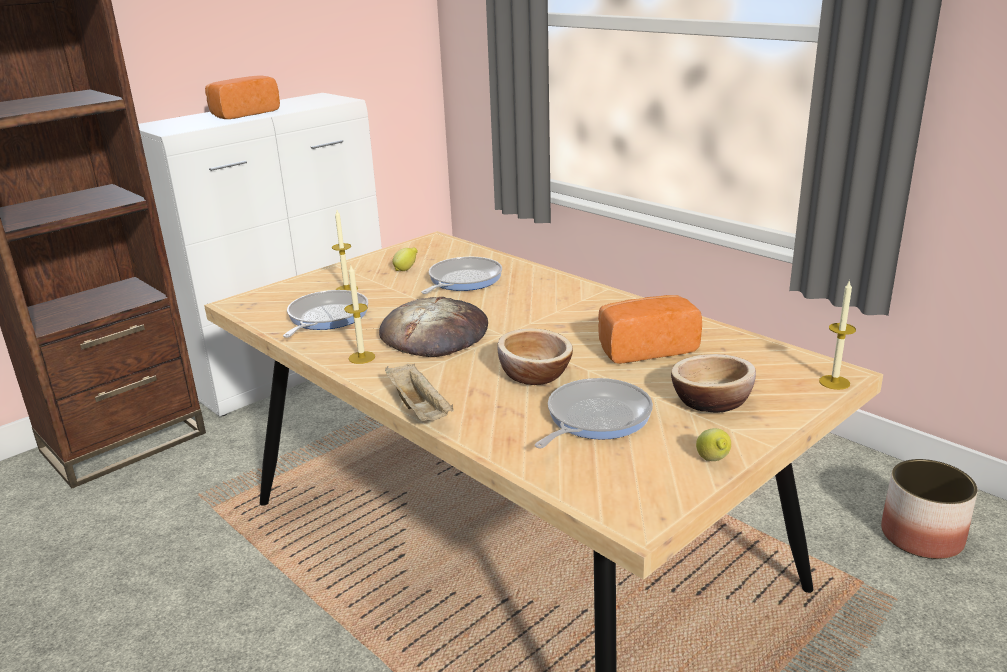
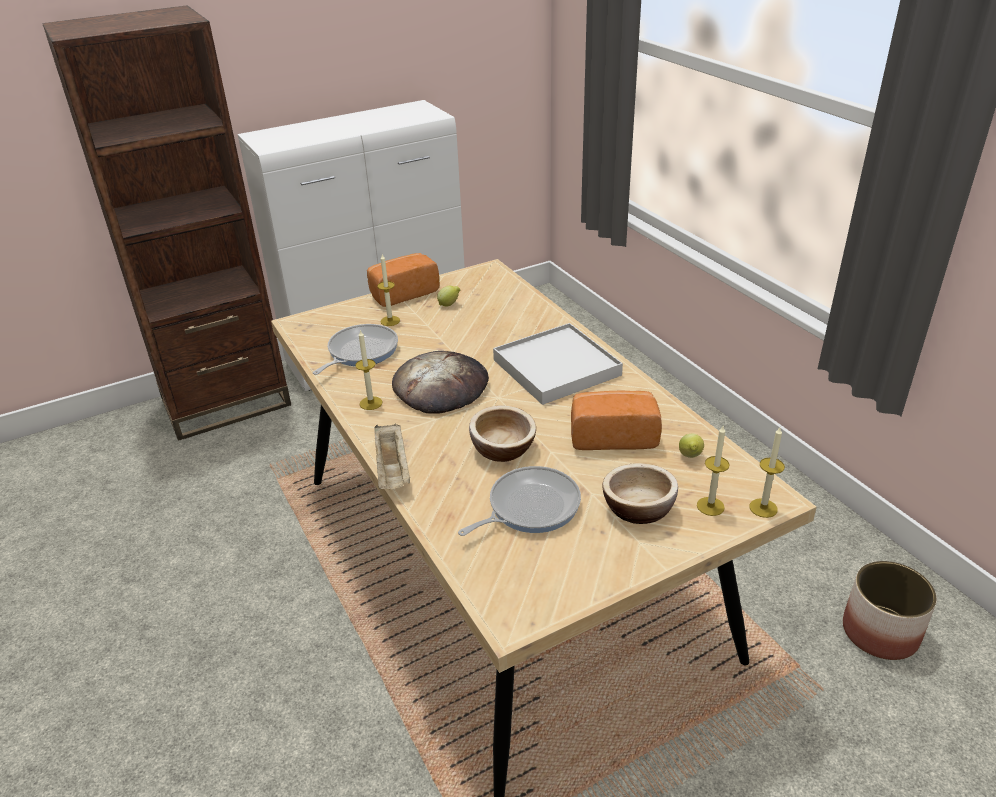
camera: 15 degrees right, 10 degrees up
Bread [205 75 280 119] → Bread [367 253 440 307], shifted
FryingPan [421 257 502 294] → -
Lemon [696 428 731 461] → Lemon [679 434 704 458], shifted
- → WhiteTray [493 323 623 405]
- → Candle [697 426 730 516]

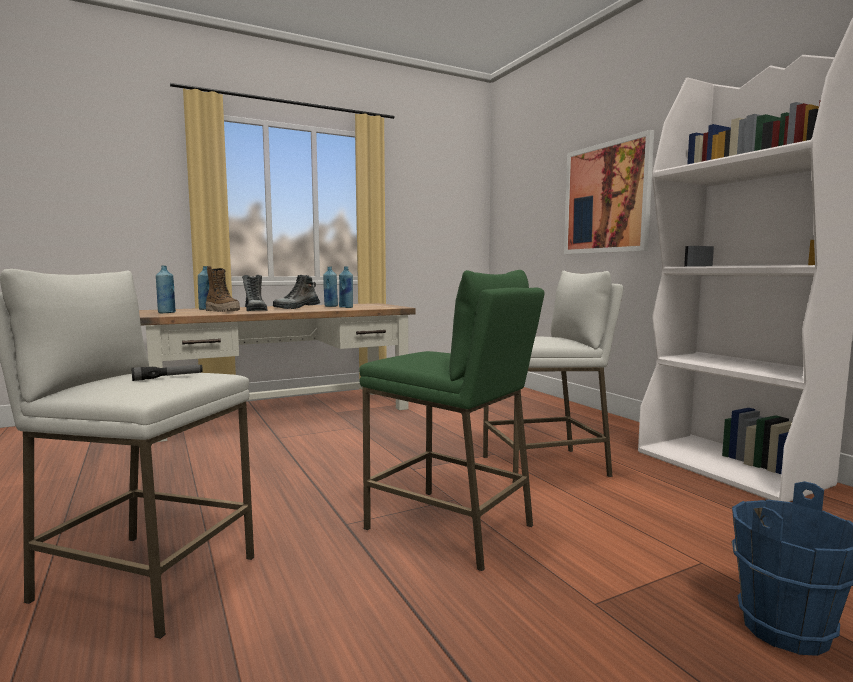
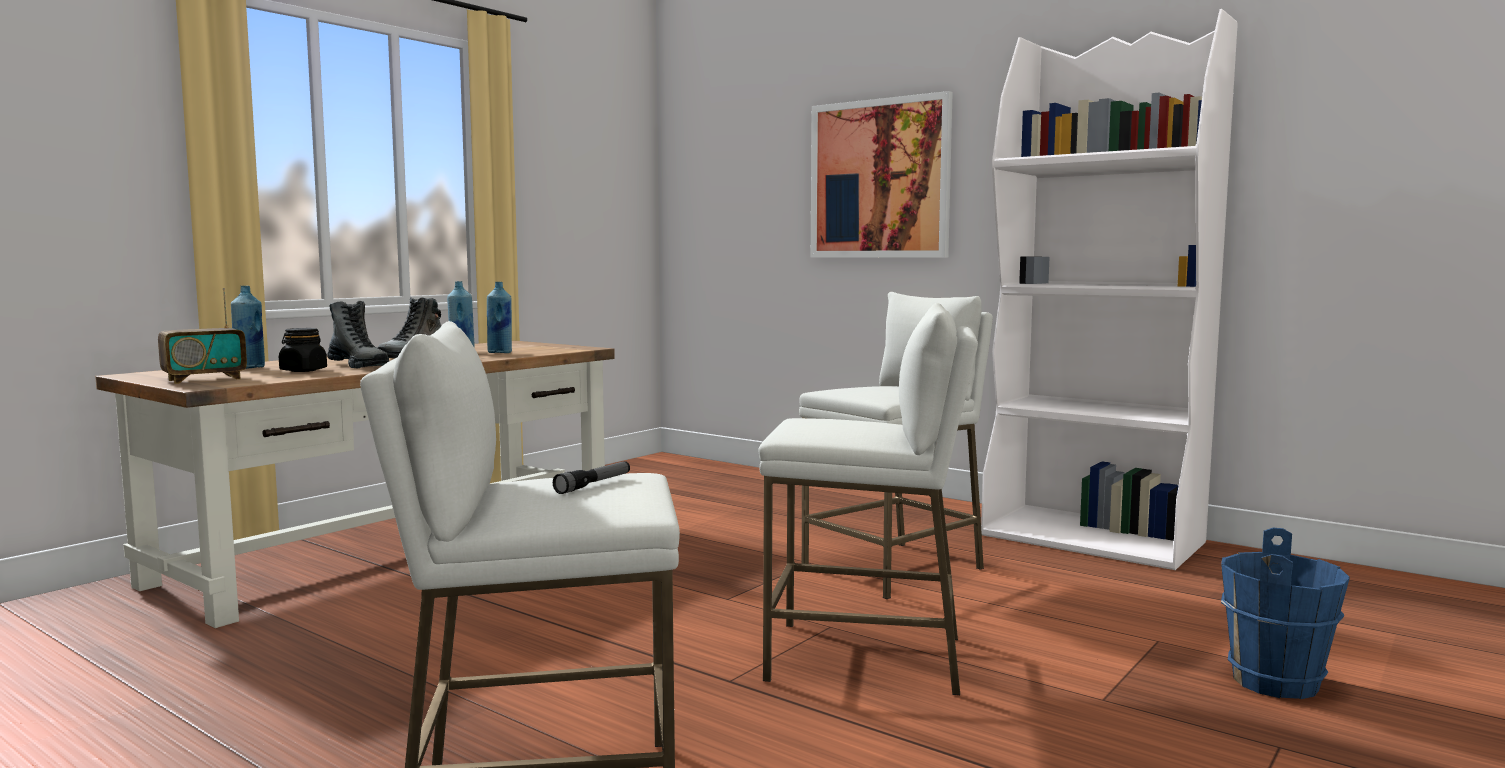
camera: 25 degrees left, 0 degrees up
BlueBottle [156 266 176 313] → Radio [158 288 247 384]
Boot [206 266 240 312] → BlackJar [279 328 327 372]
GreenStool [359 270 544 571] → WhiteStool [759 303 978 695]

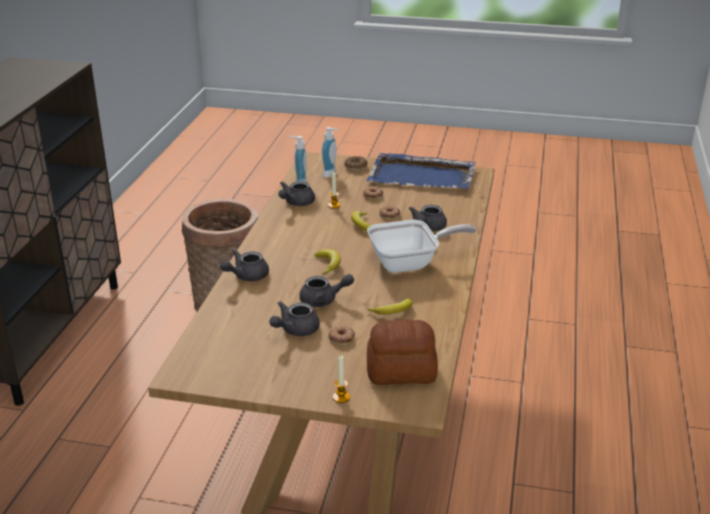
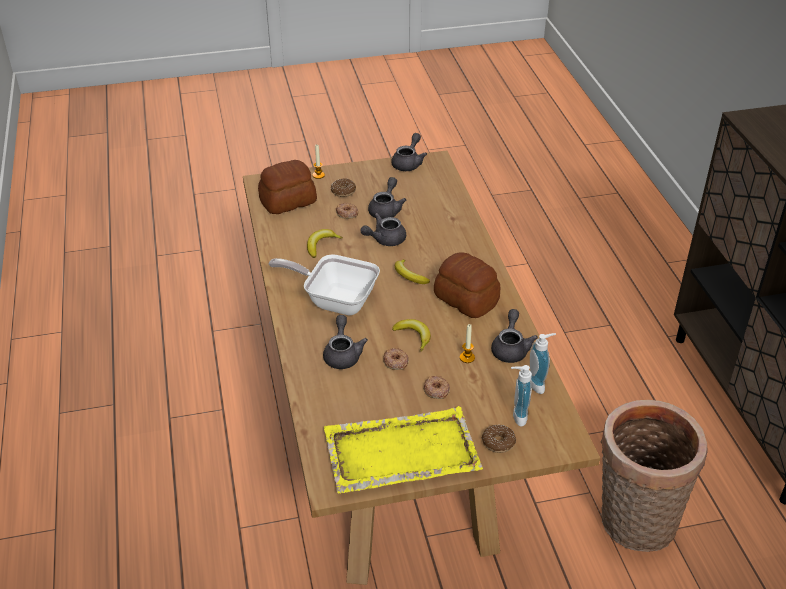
camera: 155 degrees right, 10 degrees up
GreyTeapot [220 249 269 282] → GreyTeapot [391 133 427 171], shifted
BlueTray [366 153 476 189] → YellowTray [324 406 483 494]
FryingPan [367 220 477 273] → FryingPan [269 254 380 315], 60 degrees clockwise
- → Donut [331 178 356 197]
- → Bread [434 252 500 318]

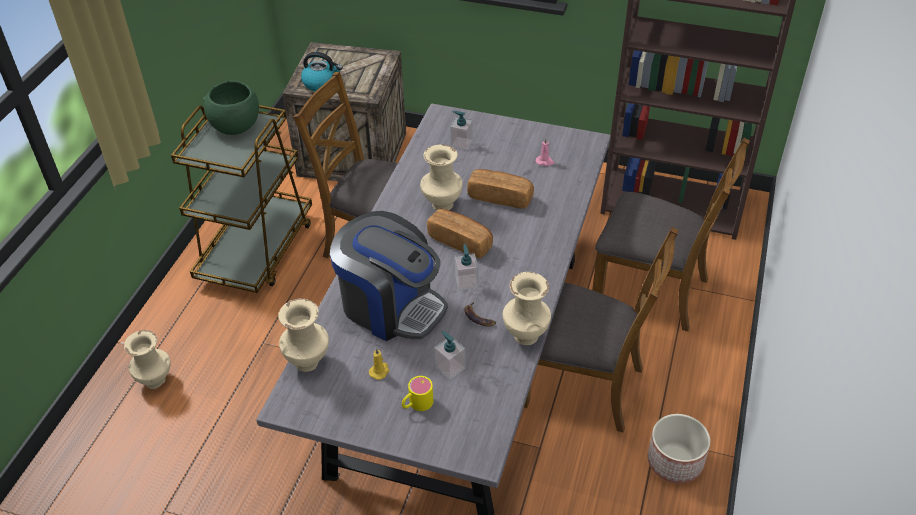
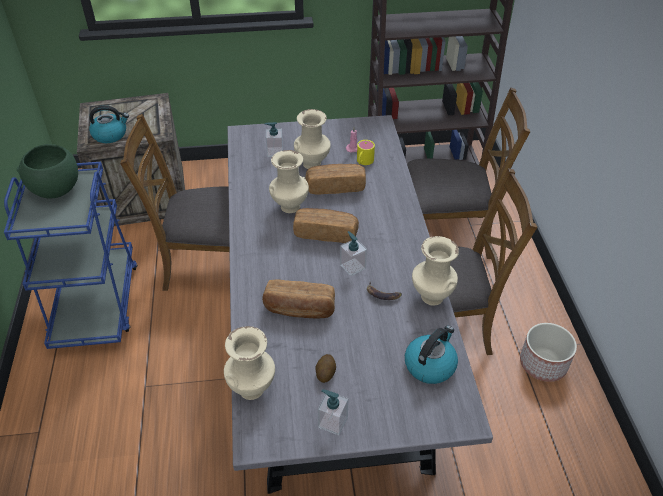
camera: 25 degrees left, 0 degrees up
BeigeVase [124 330 171 389] → BeigeVase [294 109 331 169], shifted
BrownCart [171 105 312 293] → BlueCart [4 162 138 349]
CoffeeMachine [330 211 448 341] → Bread [262 280 335 318]
YellowCandle [369 348 389 380] → Potato [315 354 336 383]
YellowMug [402 376 433 411] → YellowMug [357 140 375 165], shifted
SoapDispenser [434 330 466 380] → SoapDispenser [318 389 348 435], shifted
- → Kettle [405 325 458 384]

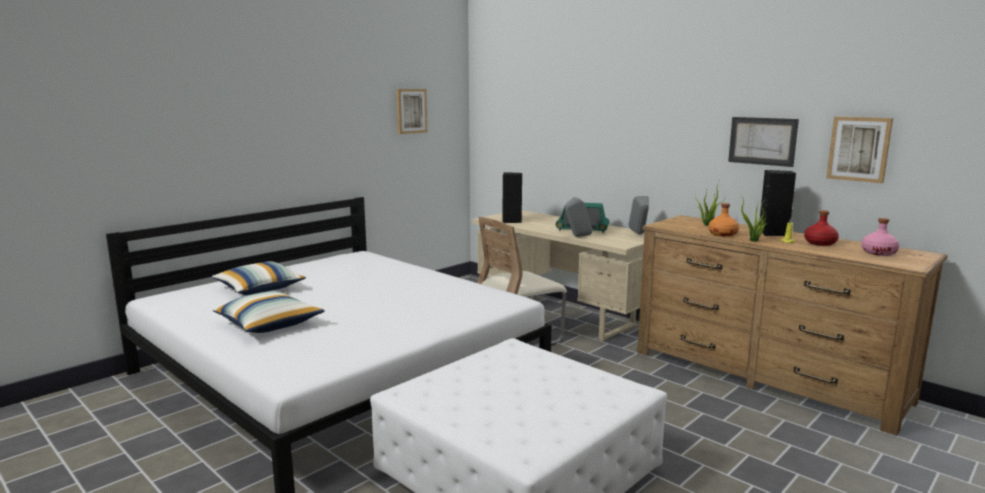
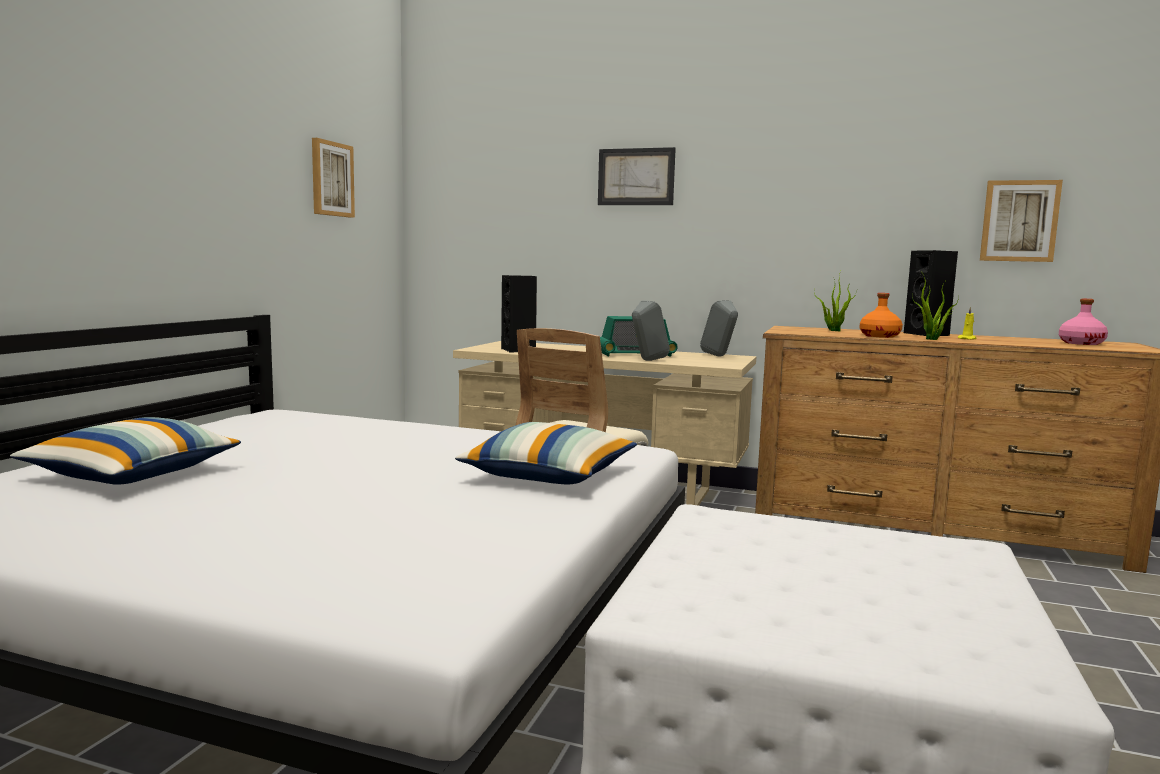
camera: 25 degrees left, 5 degrees down
Pillow [212 291 325 333] → Pillow [455 422 637 484], shifted
Picture [728 117 799 167] → Picture [598 147 676 205], shifted
RedBottle [804 210 839 246] → -

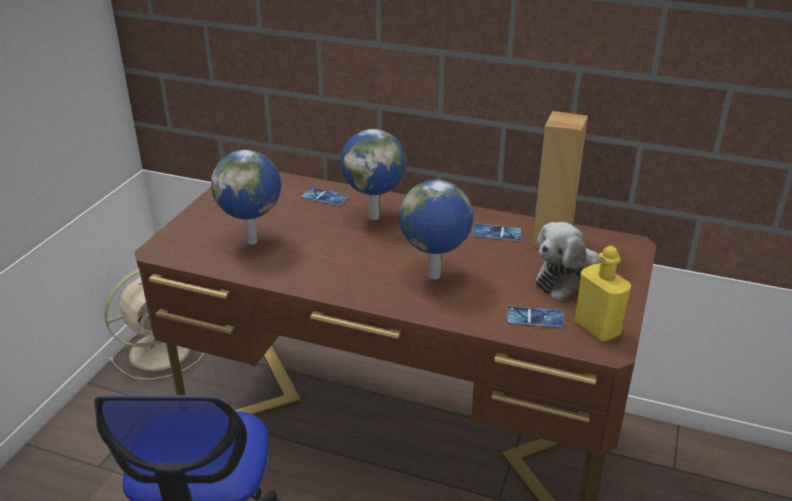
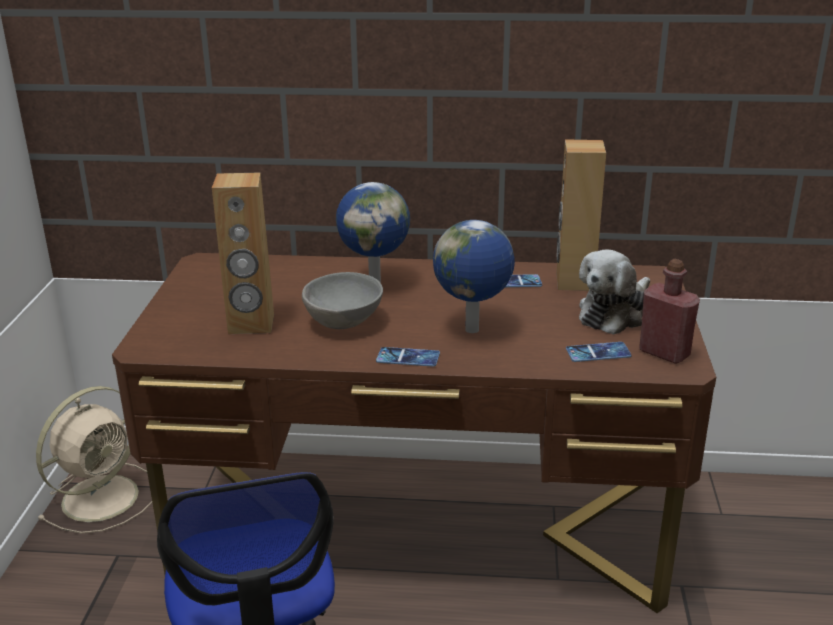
camera: 15 degrees left, 5 degrees down
Globe [211 150 281 245] → BrownSpeaker [212 172 274 334]
Phone [301 188 349 206] → Phone [376 347 440 367], shifted
YellowBottle [575 246 631 341] → RedBottle [639 259 700 364]
- → GreyBowl [302 272 383 329]

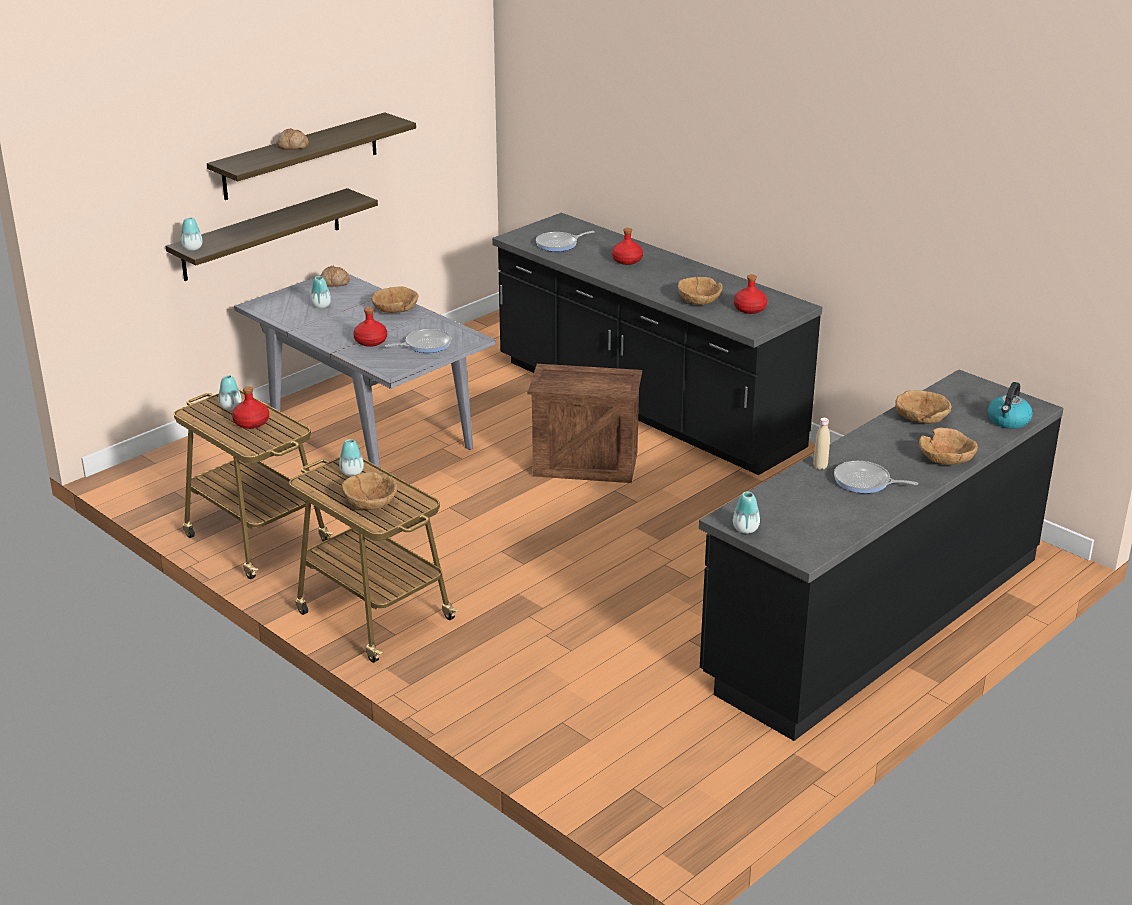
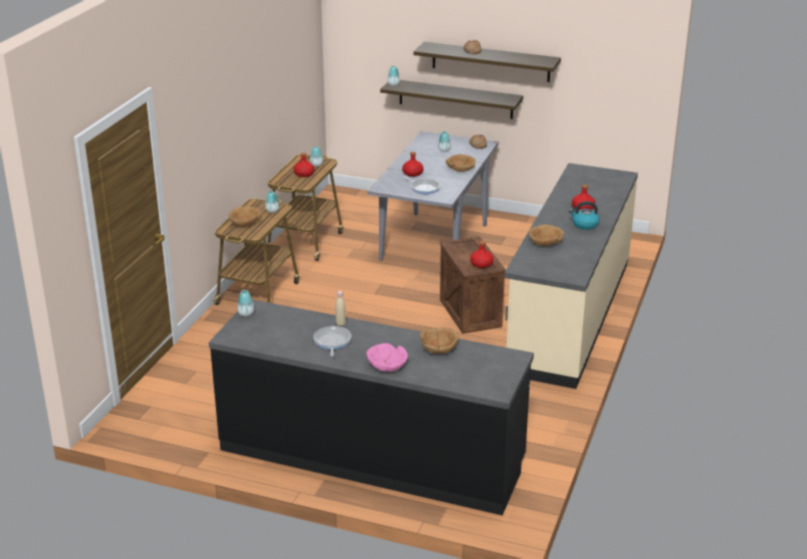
camera: 65 degrees right, 0 degrees up
BlackCounter [492 213 823 475] → BeigeCounter [504 163 638 389]
FryingPan [536 231 594 252] → -
RedBottle [734 274 767 314] → RedBottle [470 241 494 268], shifted
BrownBowl [919 428 978 465] → PinkBowl [367 343 408 372]
Kettle [988 382 1033 429] → Kettle [569 201 600 230], shifted

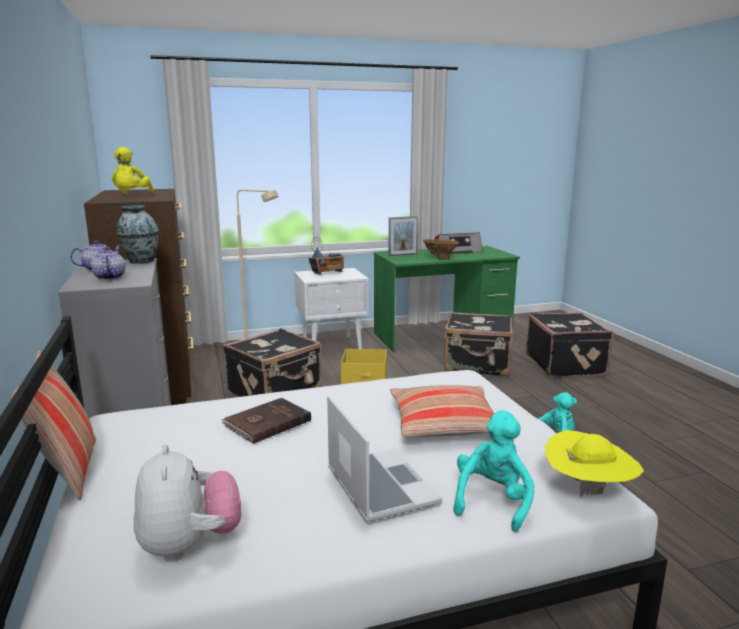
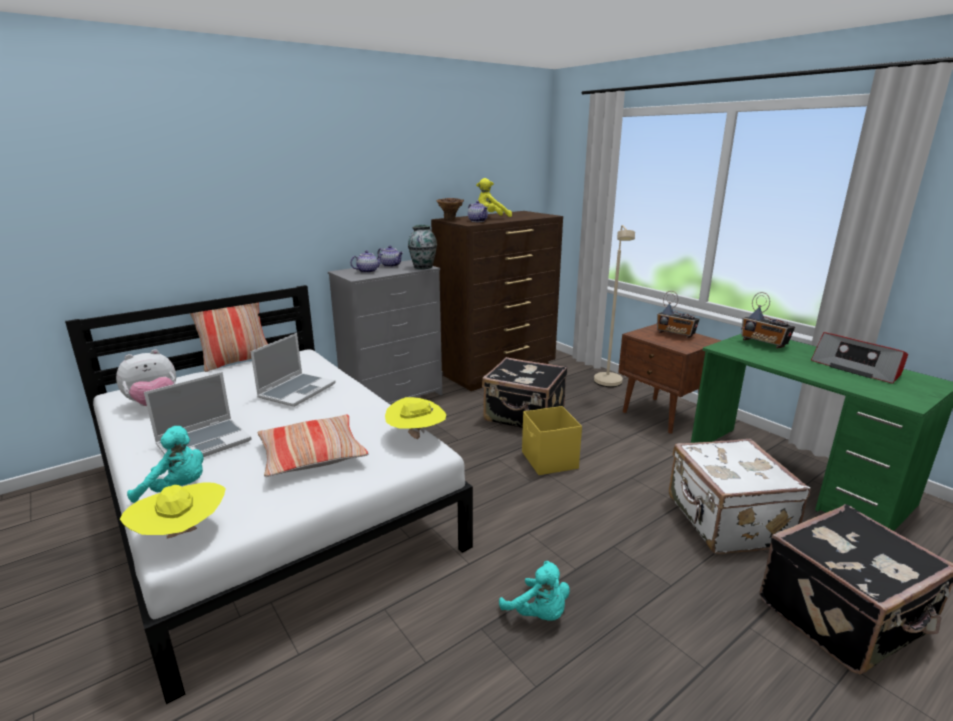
camera: 70 degrees right, 5 degrees up
BrownBook [222 398 311 444] → Laptop [251 333 335 407]
WhiteNightstand [294 268 369 349] → BrownNightstand [618 324 722 434]
PictureFrame [388 216 419 256] → Radio [741 292 795 349]
BrownVase [423 239 459 259] → BrownVase [437 198 464 220], shifted
BlackSuitcase [444 312 513 376] → WhiteSuitcase [669 439 811 554]
- → YellowHat [385 397 446 439]
- → Teapot [468 201 488 222]

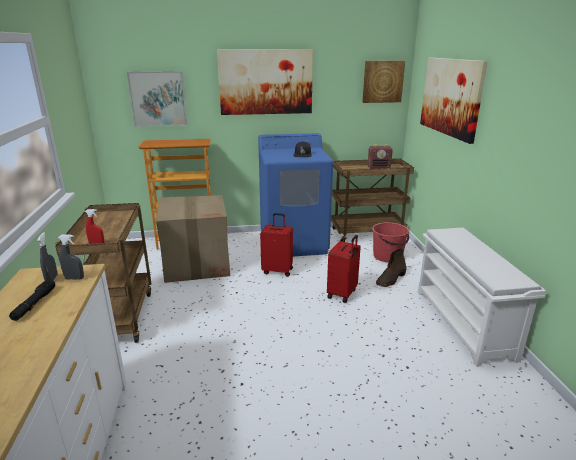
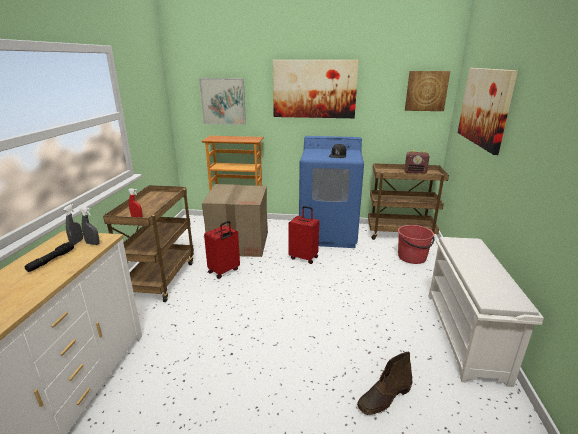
camera: 15 degrees right, 0 degrees up
RedSuitcase [327 235 361 303] → RedSuitcase [204 221 240 279], shifted
BrownBoot [376 247 406 287] → BrownBoot [357 352 412 415], shifted

